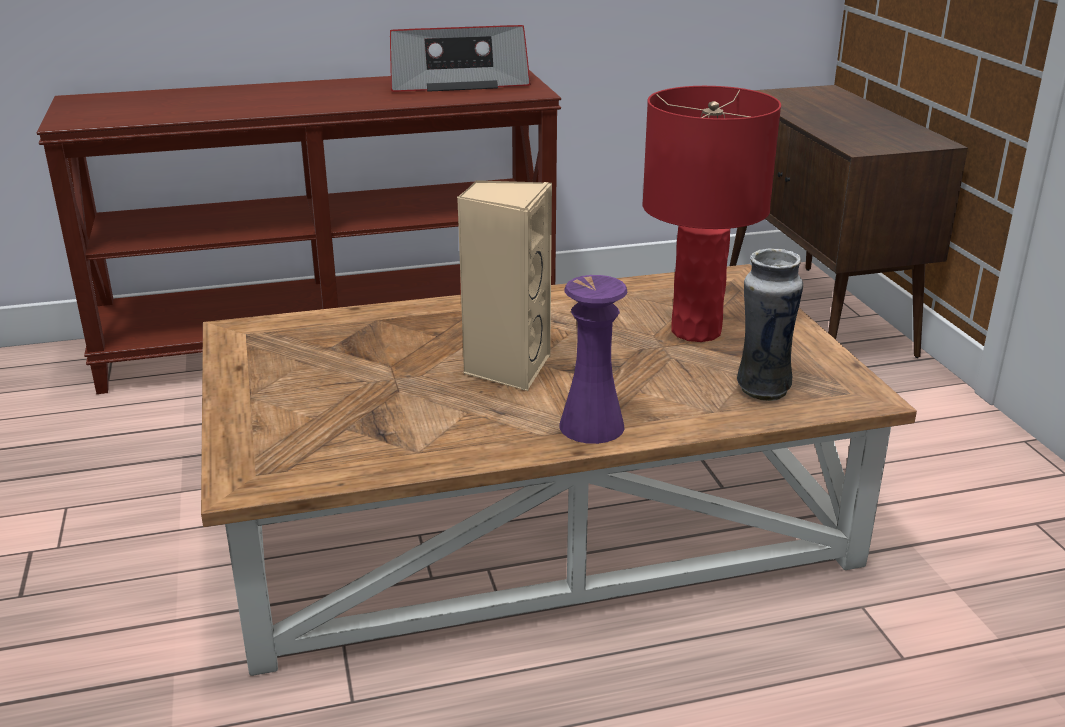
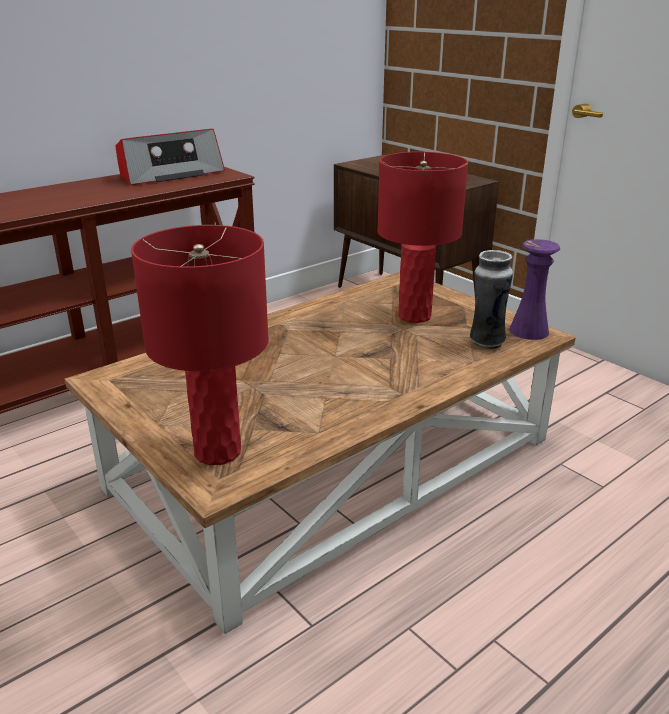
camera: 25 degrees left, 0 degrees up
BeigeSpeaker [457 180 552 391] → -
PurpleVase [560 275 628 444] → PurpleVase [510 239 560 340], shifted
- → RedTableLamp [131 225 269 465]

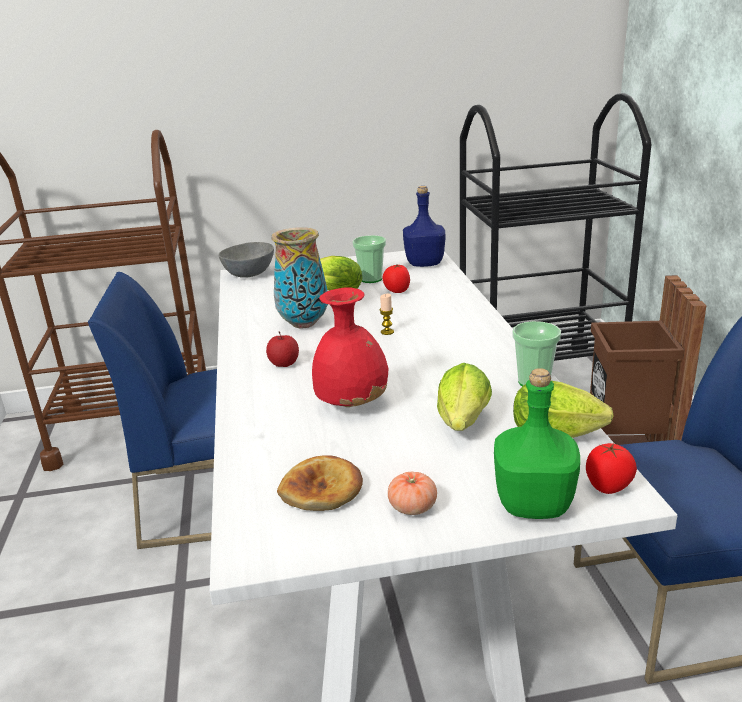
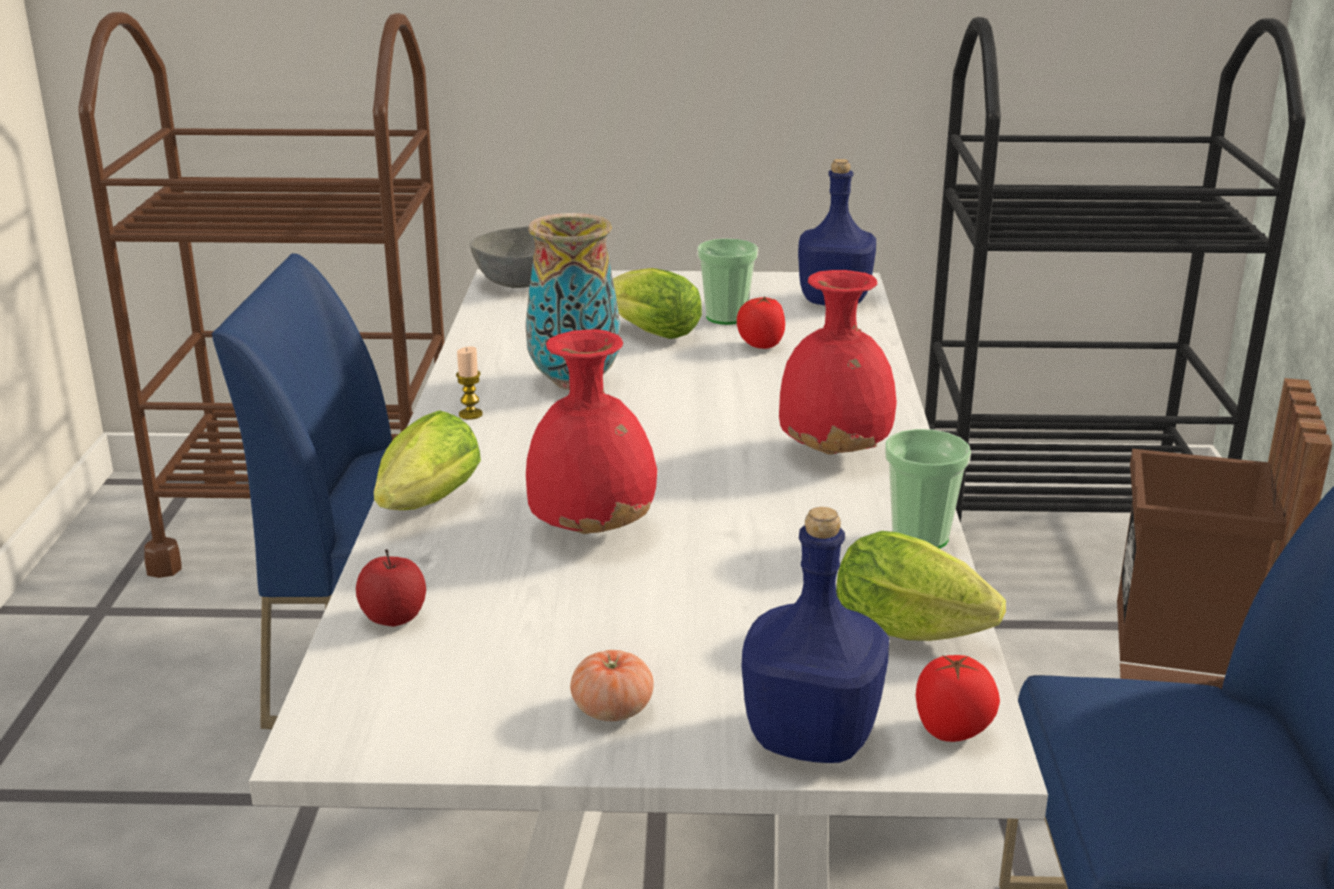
camera: 10 degrees right, 0 degrees up
Apple [266 331 299 367] → Apple [356 550 426 627], shifted
Bread [277 455 363 511] → -
Candle [380 294 394 335] → Candle [456 347 483 420], shifted
Lettuce [437 363 492 431] → Lettuce [374 410 481 510], shifted
GreenBottle [494 368 580 519] → BlueBottle [741 507 889 763]
- → RedVase [779 270 897 455]

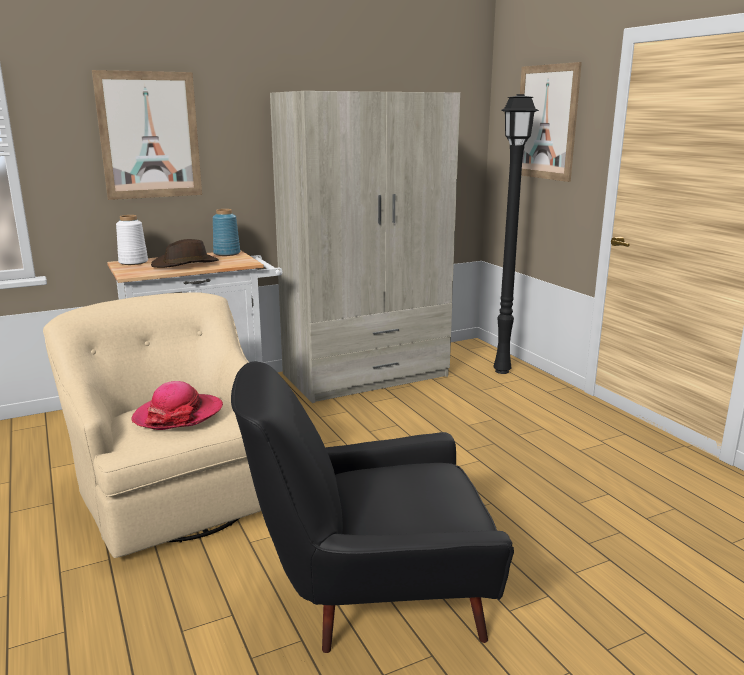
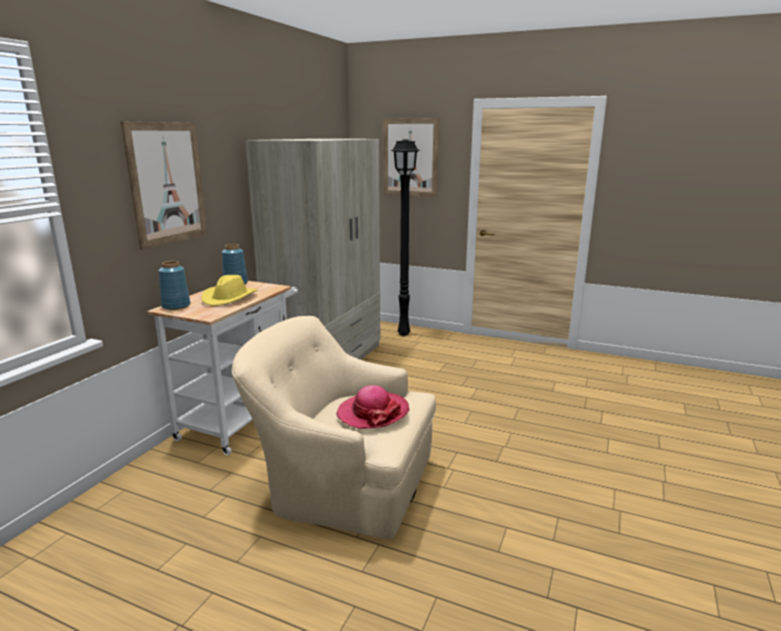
camera: 40 degrees left, 0 degrees up
WhiteVase [116 215 148 265] → BlueVase [158 261 190 310]
BrownHat [151 239 219 268] → YellowHat [201 275 258 306]
BlackArmchair [231 361 514 653] → -

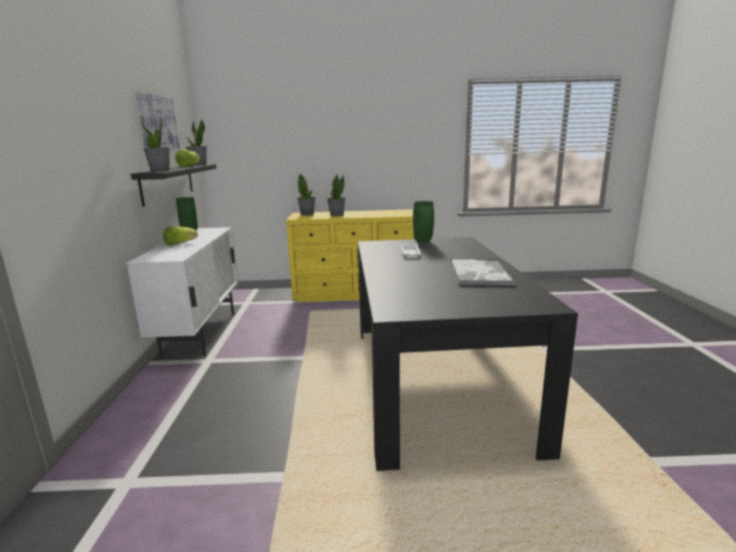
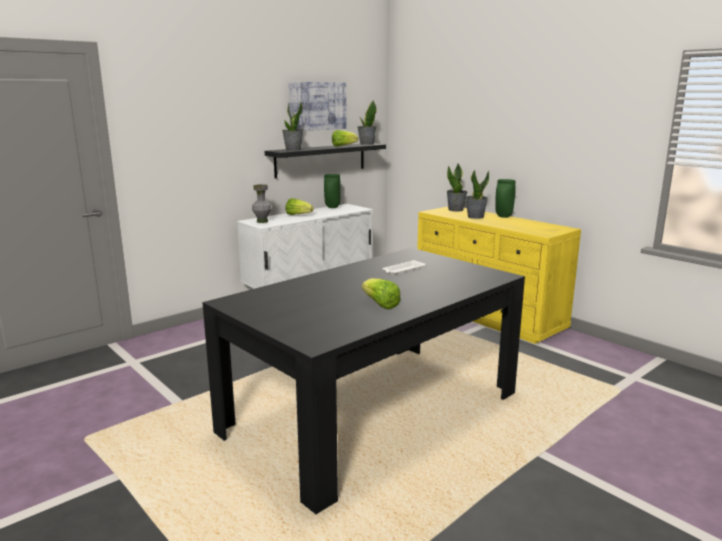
camera: 50 degrees right, 0 degrees up
GreenVase [413 201 434 243] → GreenVase [495 179 516 218], shifted
Tray [450 259 515 285] → Lettuce [362 278 401 309]
- → GreyVase [252 184 272 223]

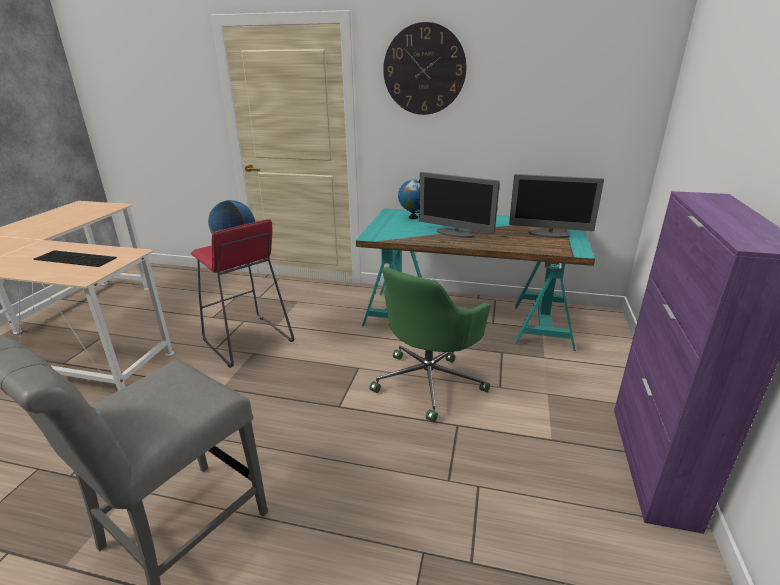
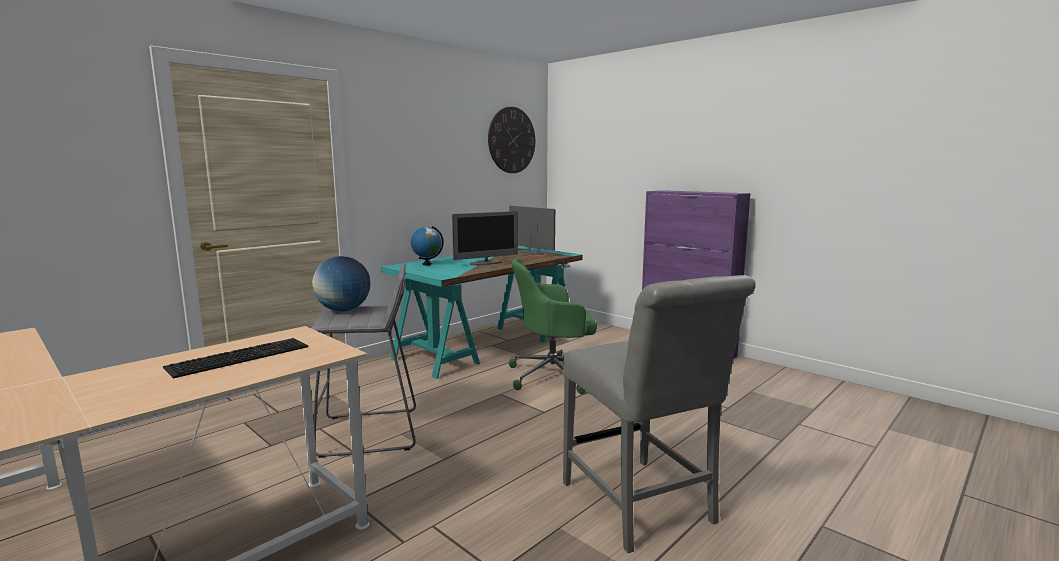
camera: 60 degrees left, 15 degrees down
RedStool [191 219 294 368] → GreyStool [311 264 416 458]
GreenOfficeChair [369 267 491 422] → GreenOfficeChair [509 258 597 394], 105 degrees clockwise
WallClock [383 22 467 115] → WallClock [488 107 535 173], shifted
Monitor [509 174 604 238] → Monitor [509 206 556 255], 90 degrees counterclockwise

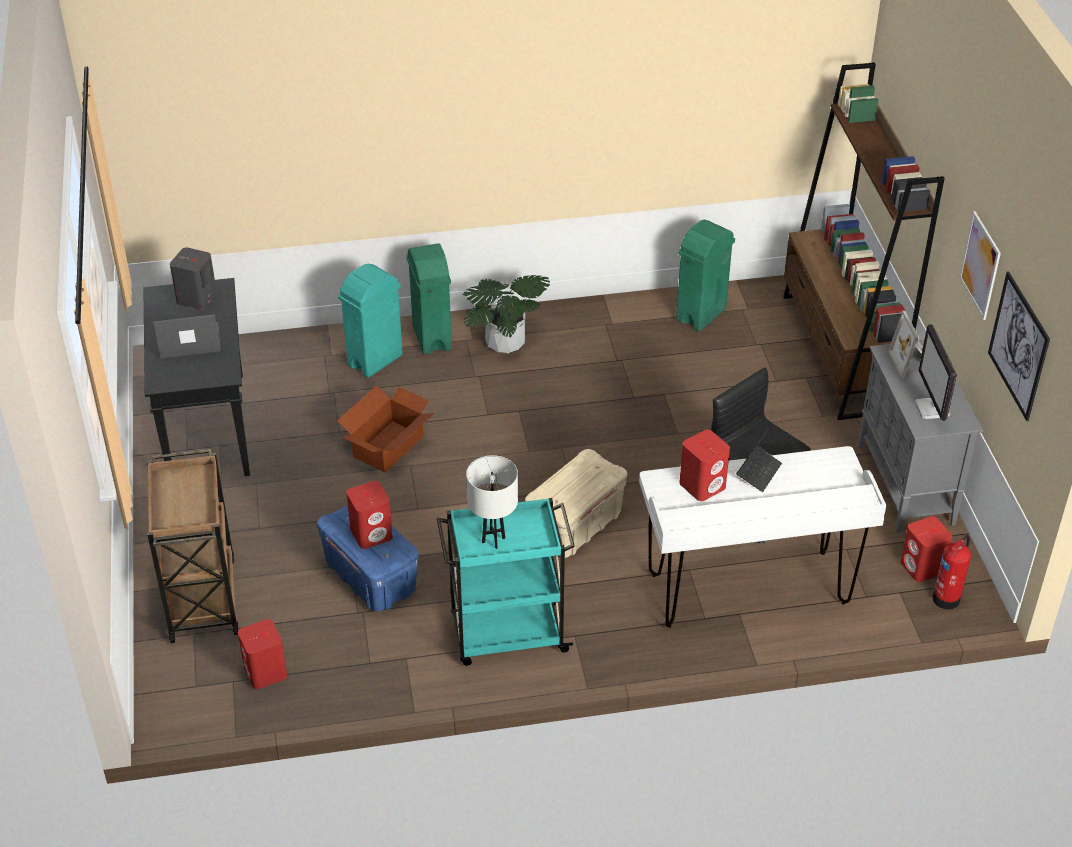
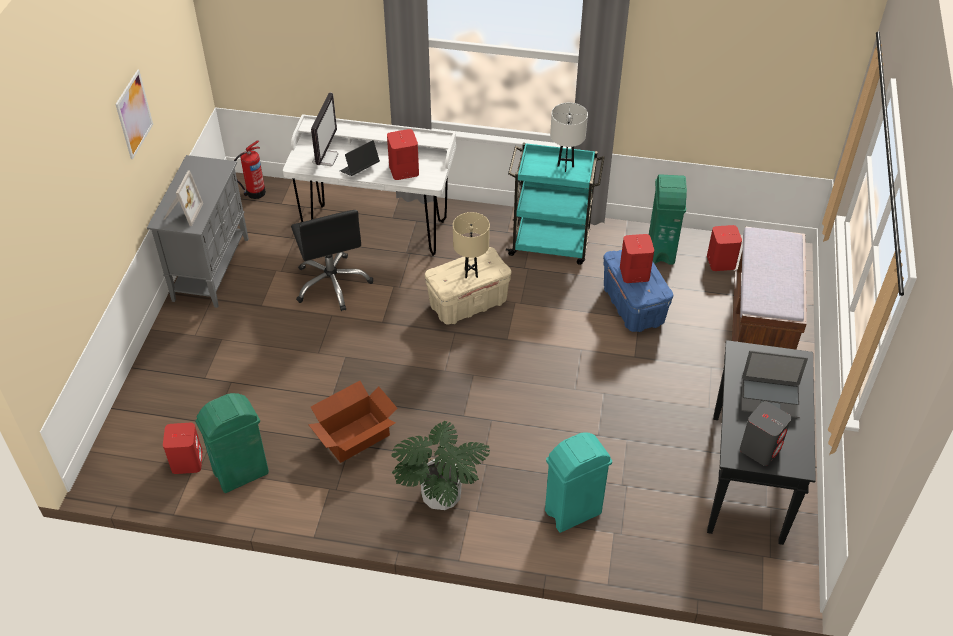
camera: 160 degrees left, 5 degrees up
BrownCart [147 449 239 643] → BrownBench [732 227 807 349]
CardboardBox [337 386 435 472] → CardboardBox [308 381 398 463], shifted
GreenTrashCan [406 244 452 355] → GreenTrashCan [649 174 687 265], shifted
BrownBookcase [783 62 945 420] → -
RedSpeaker [900 516 952 582] → RedSpeaker [163 423 203 474], shifted
Monitor [915 324 957 421] → Monitor [311 92 338 166], shifted
Picture [988 271 1050 421] → -
- → BeigeTableLamp [453 212 490 278]

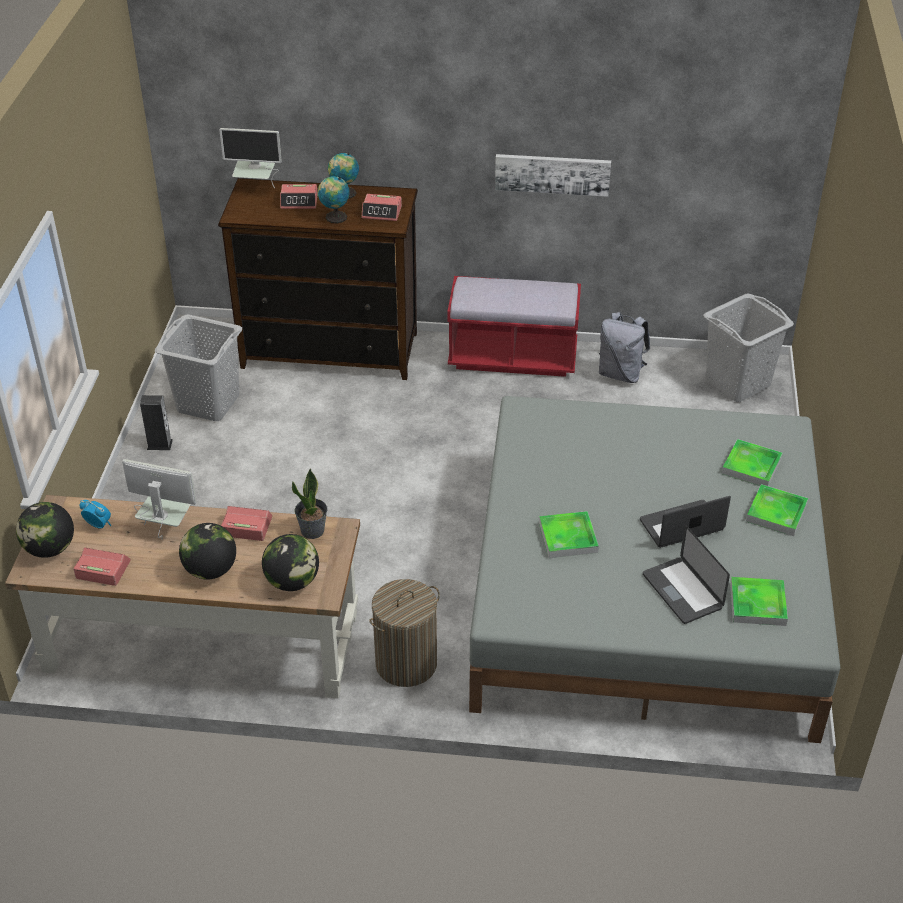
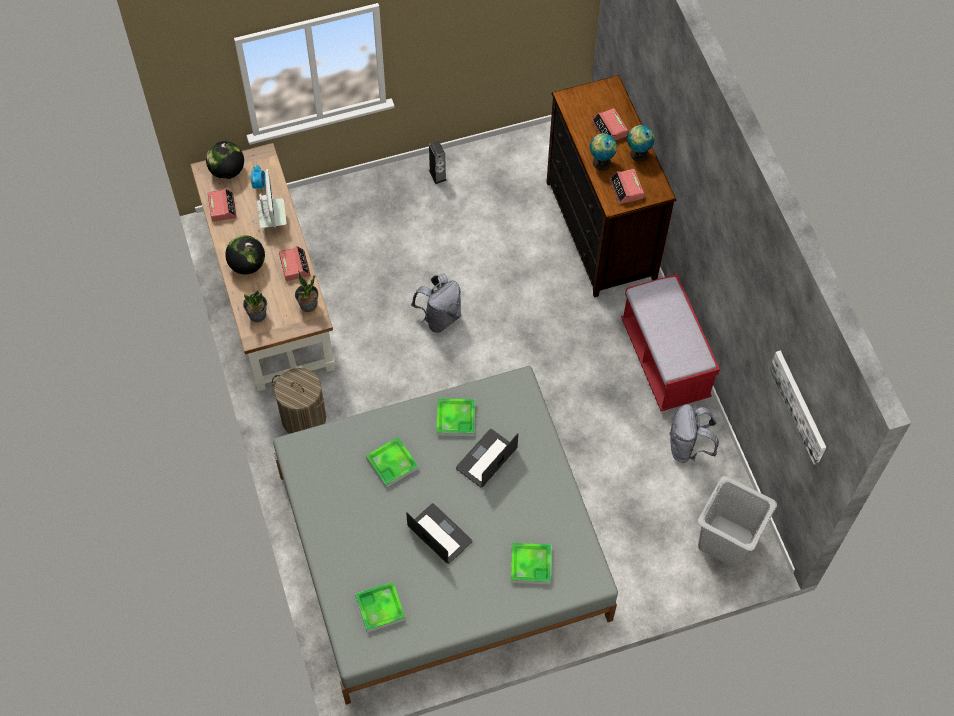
camera: 65 degrees right, 20 degrees up
GreyLaundryBasket [155 314 242 421] → -
Monitor [219 128 282 189] → -
Globe [262 534 319 591] → PottedPlant [243 290 267 322]
Picture [495 154 611 197] → Picture [769 350 826 465], shifted
Laptop [643 525 730 624] → Laptop [456 429 518 488], shifted
Tray [746 484 808 536] → Tray [437 398 475 436], shifted
- → GreyBackpack [411 274 461 333]

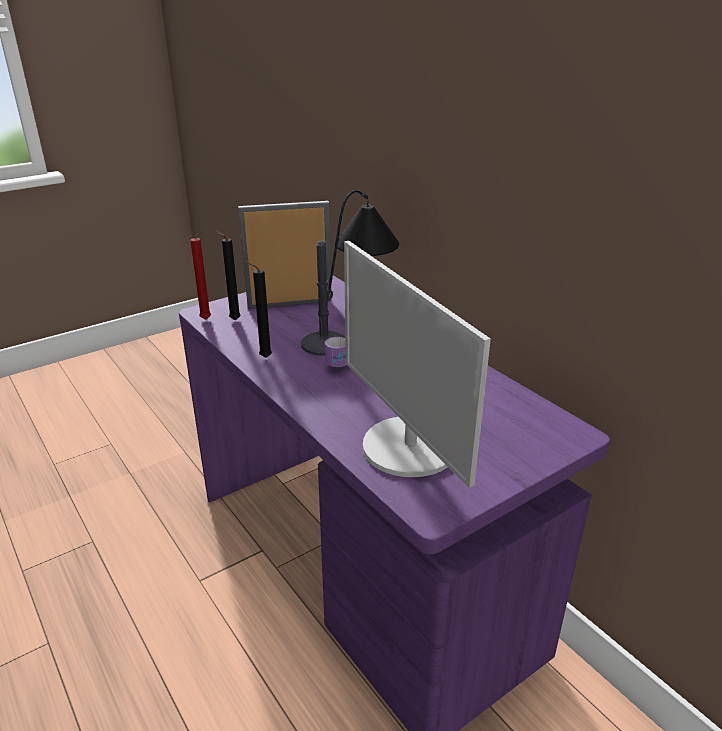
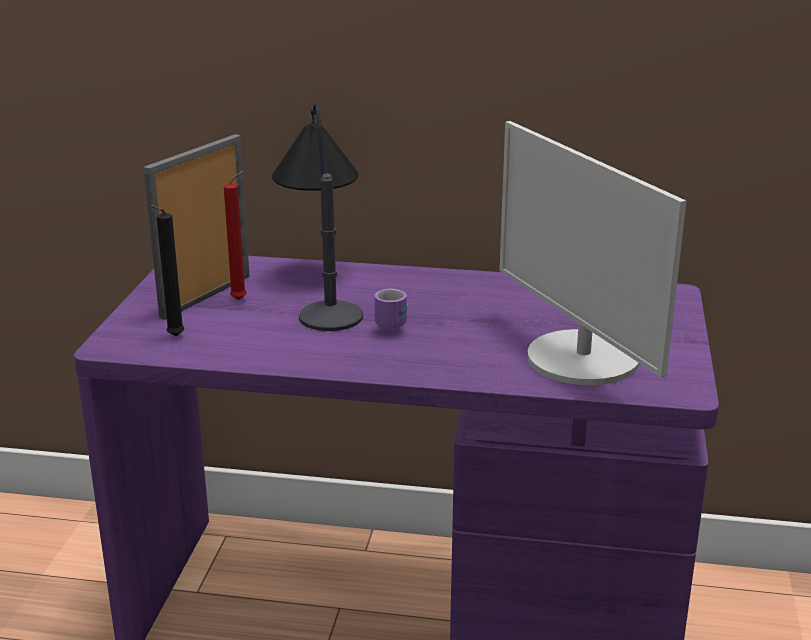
camera: 45 degrees left, 5 degrees down
RedCandle [190 231 211 320] → RedCandle [224 171 247 300], shifted
BlackCandle [246 261 272 358] → -
Monitor [344 241 491 488] → Monitor [499 121 686 385], 45 degrees clockwise

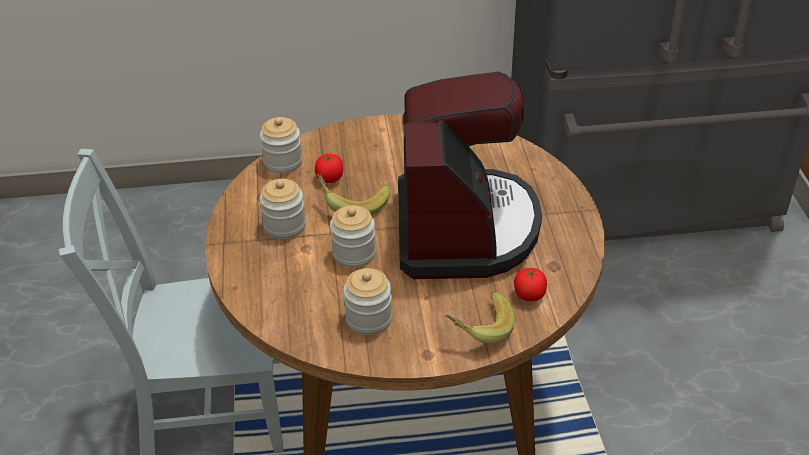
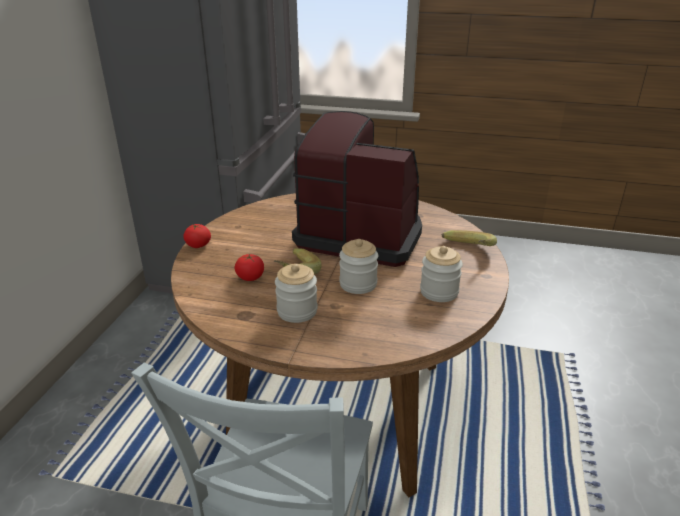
camera: 70 degrees left, 10 degrees down
Jar [260 117 302 174] → -
Tomato [514 268 547 301] → Tomato [183 224 211 248], shifted

